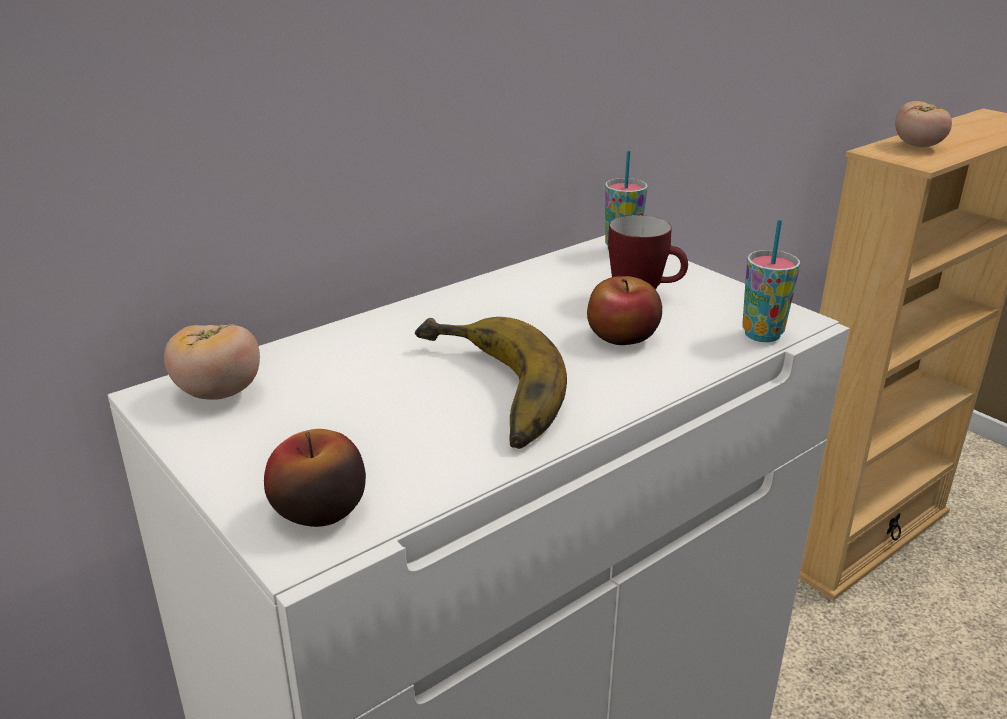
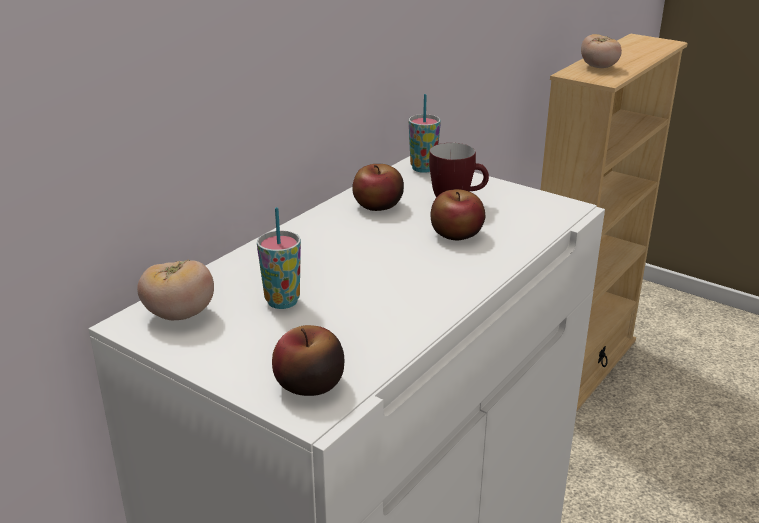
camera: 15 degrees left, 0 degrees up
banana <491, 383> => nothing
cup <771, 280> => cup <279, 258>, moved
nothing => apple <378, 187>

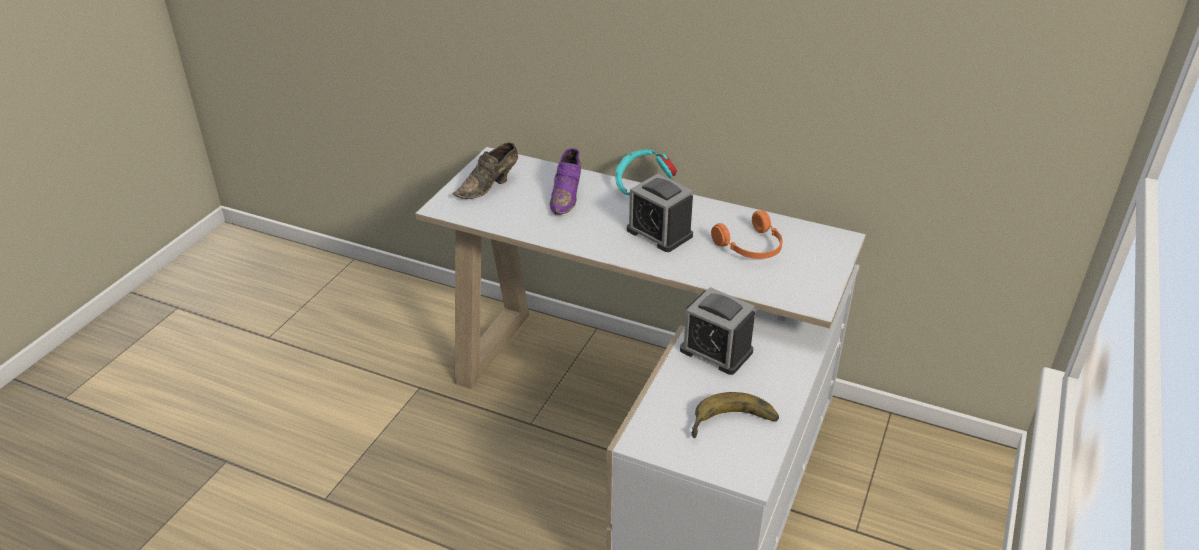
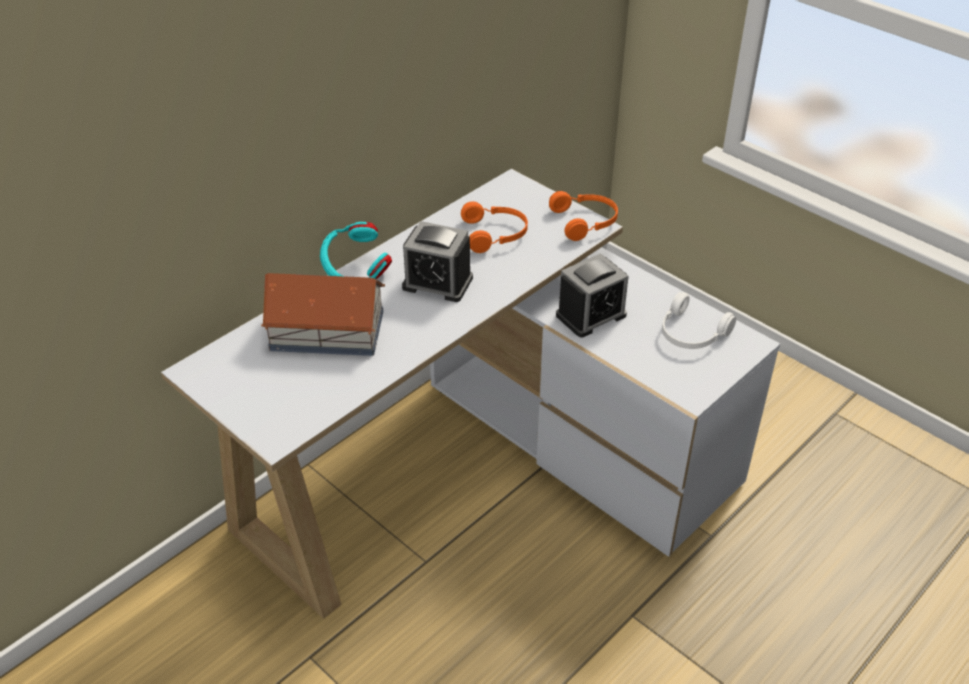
camera: 70 degrees left, 5 degrees up
brown shoe <485, 171> => nothing
purple shoe <565, 181> => toy house <323, 314>
alarm clock <660, 213> => alarm clock <437, 261>, 45 degrees clockwise
banana <735, 415> => white headphones <699, 320>
nothing => orange headphones <583, 216>

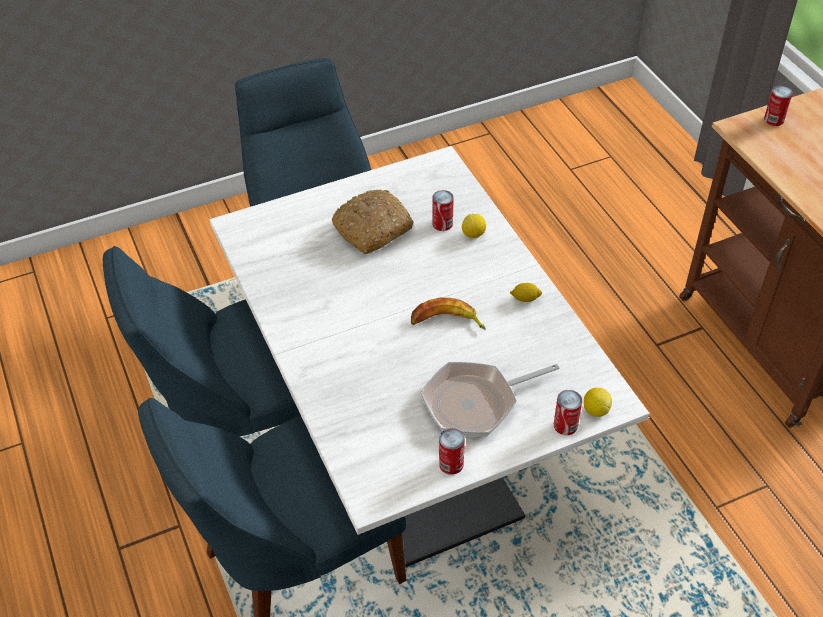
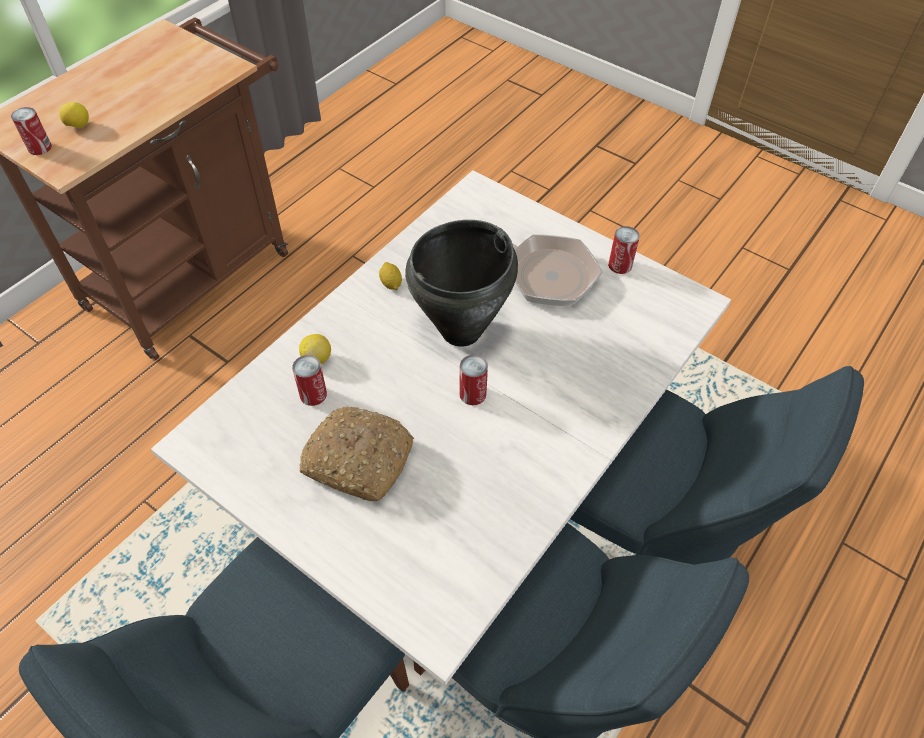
camera: 120 degrees left, 5 degrees up
banana <448, 314> => black cooking pot <461, 283>
can <568, 412> => can <473, 380>, moved
lemon <598, 402> => lemon <74, 115>, moved

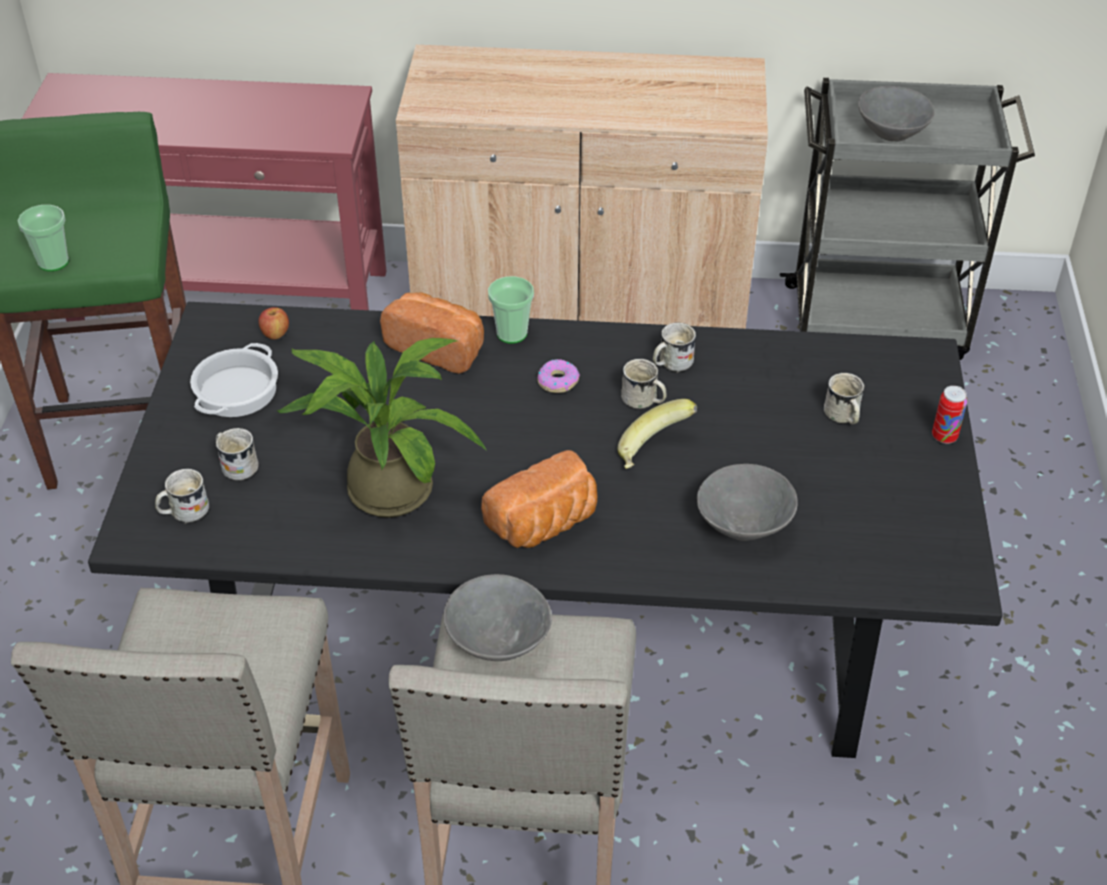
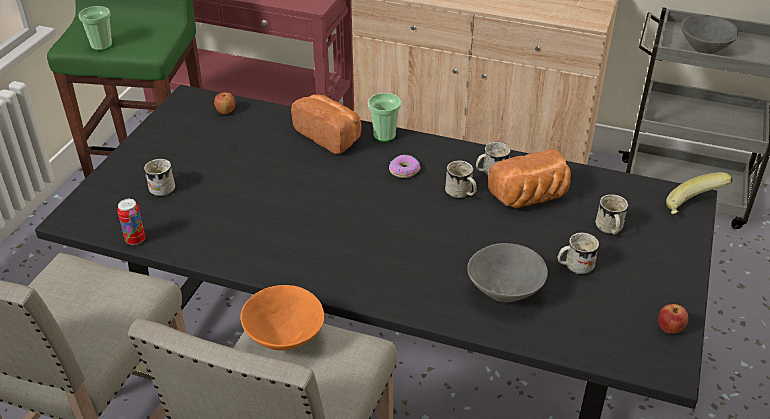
camera: 15 degrees right, 5 degrees down
white mug <182, 496> => white mug <578, 253>, moved
cooking pot <234, 380> => nothing
potted plant <382, 428> => nothing
grey bowl <497, 617> => orange bowl <282, 317>
bread <539, 499> => bread <529, 178>, moved
banana <657, 434> => banana <699, 193>, moved
can <949, 415> => can <131, 222>, moved
nothing => apple <673, 319>

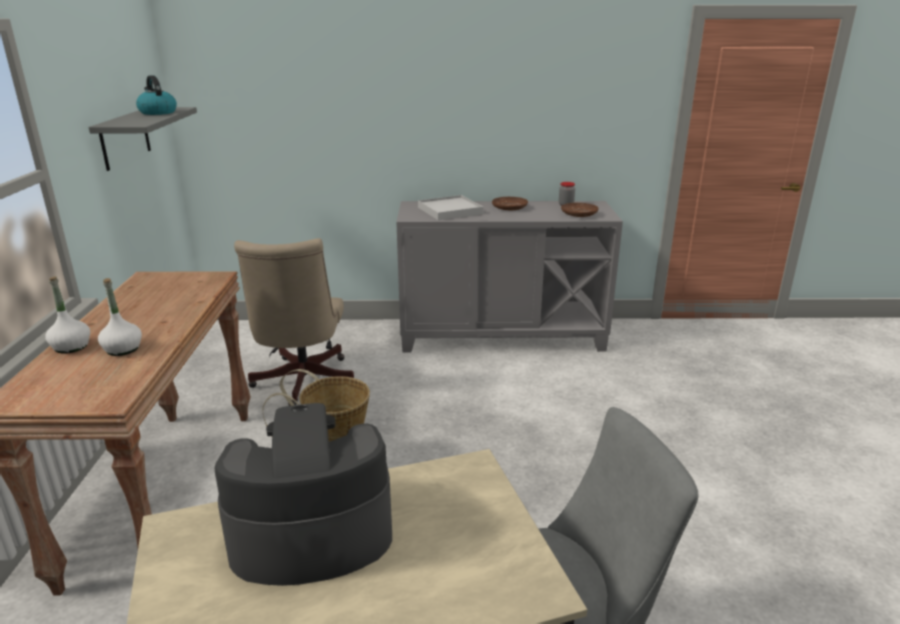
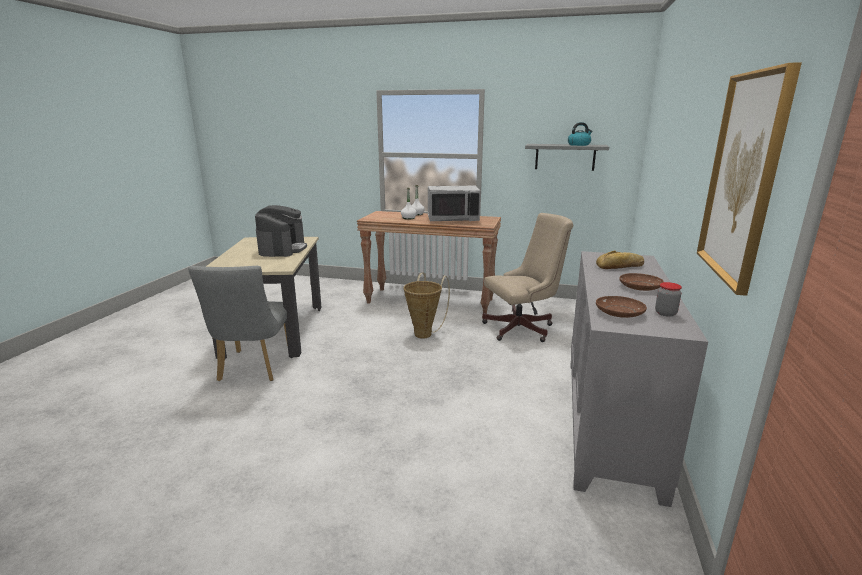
camera: 105 degrees right, 5 degrees down
beige office chair <294, 322> => beige office chair <527, 277>, 150 degrees clockwise
white tray <451, 207> => bread <620, 260>
nothing => grey microwave <454, 203>
nothing => picture <749, 179>

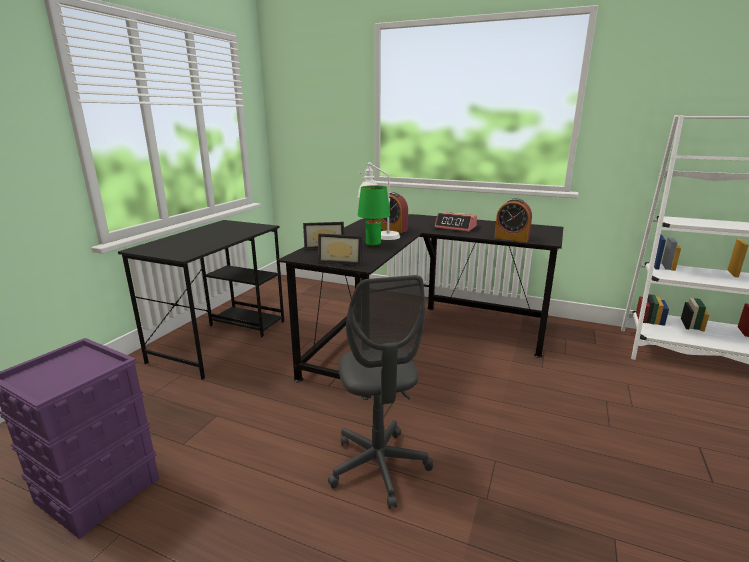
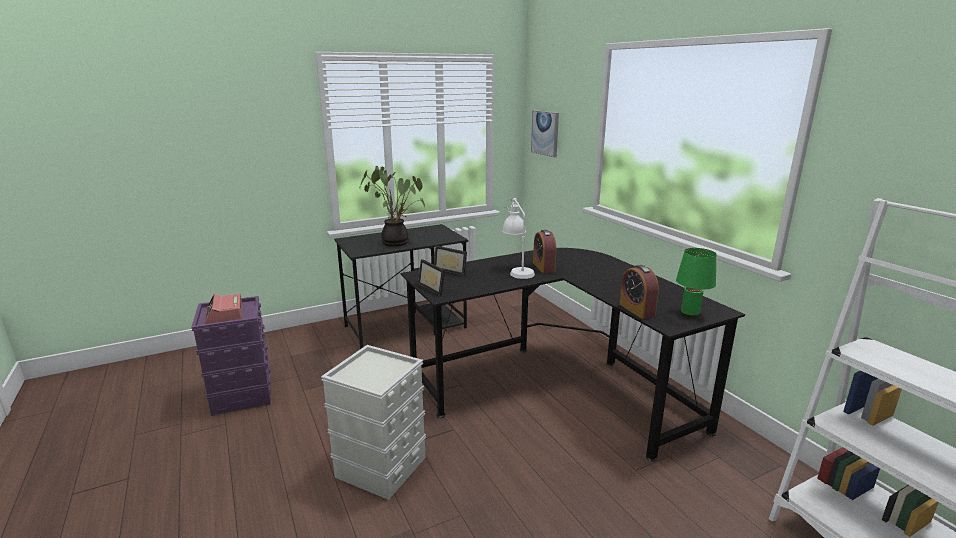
camera: 40 degrees right, 0 degrees up
grey office chair <380, 392> => grey storage box <373, 422>
green table lamp <374, 216> => green table lamp <696, 282>, moved
alarm clock <456, 222> => alarm clock <223, 308>, moved
nothing => potted plant <392, 206>
nothing => picture <545, 133>

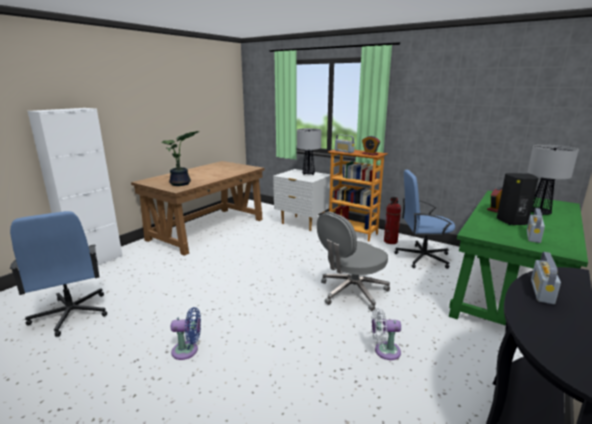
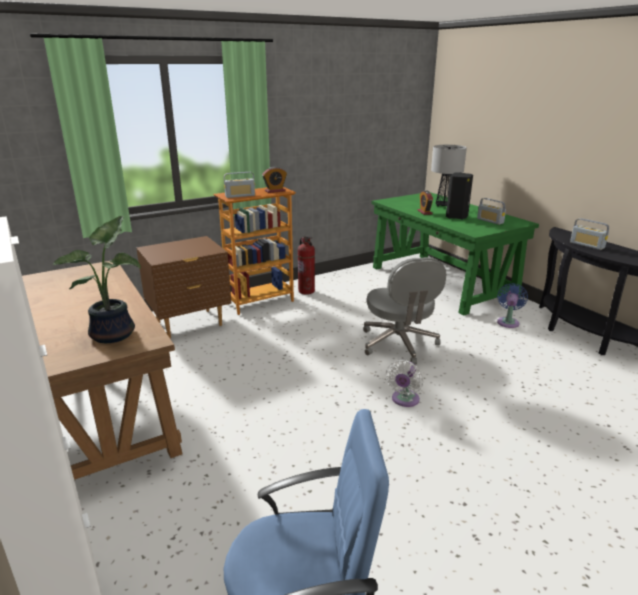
camera: 65 degrees left, 5 degrees up
blue fan <186, 333> => blue fan <512, 305>, moved
white nightstand <301, 200> => brown nightstand <183, 287>
table lamp <309, 151> => nothing
white fan <386, 334> => white fan <404, 383>, moved
blue office chair <424, 219> => nothing

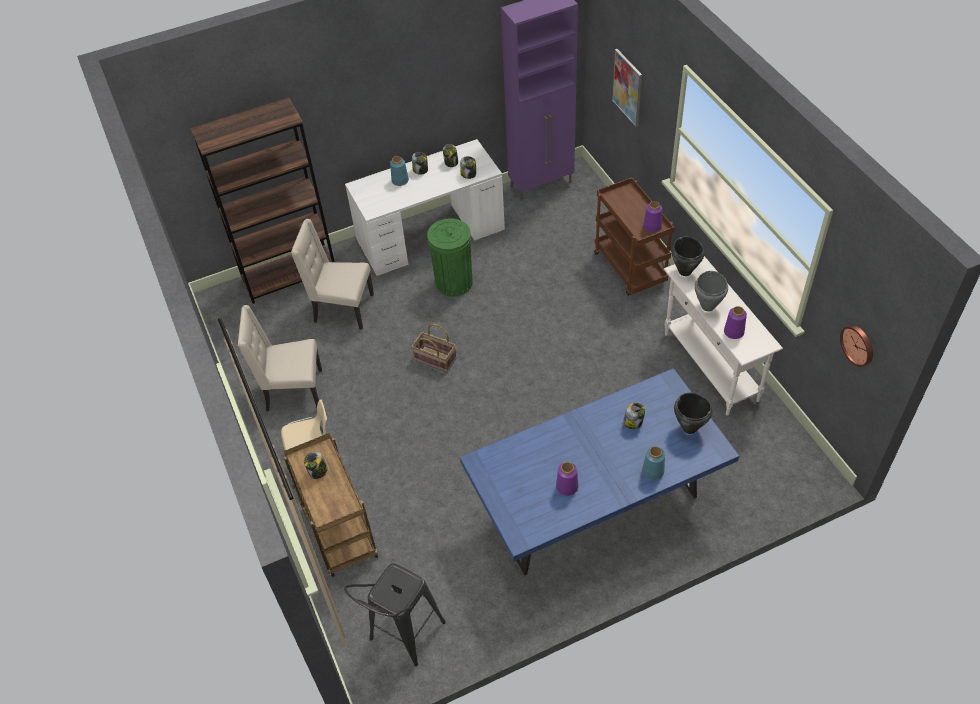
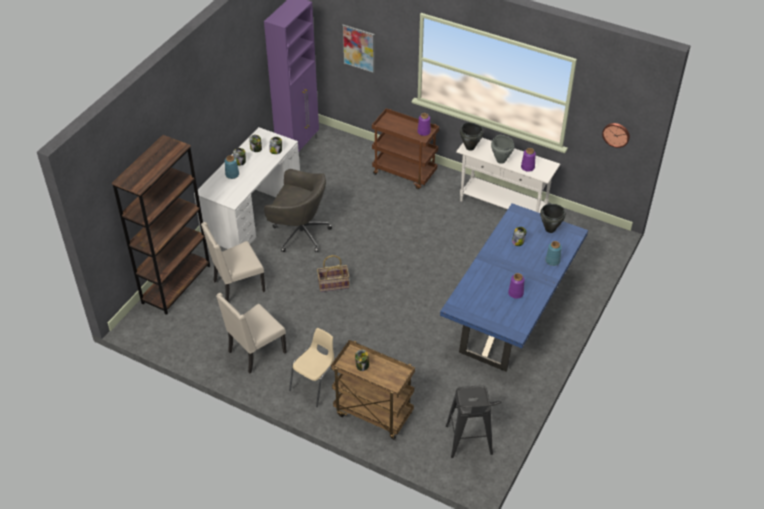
camera: 40 degrees left, 5 degrees down
green trash can <450, 257> => grey office chair <298, 210>

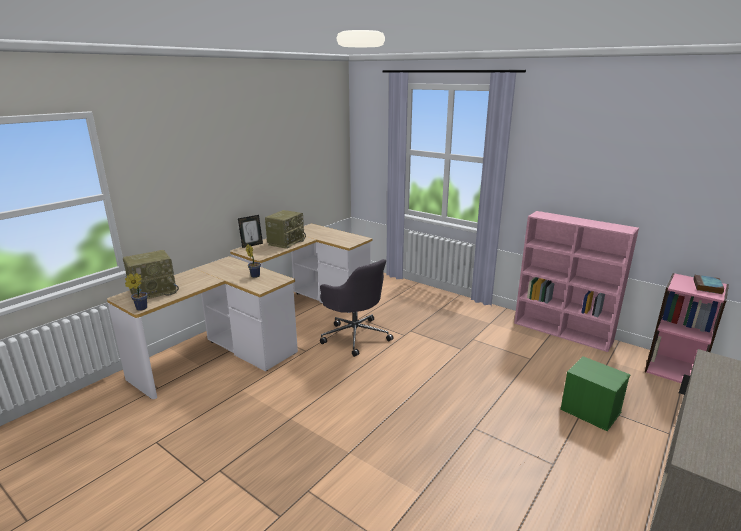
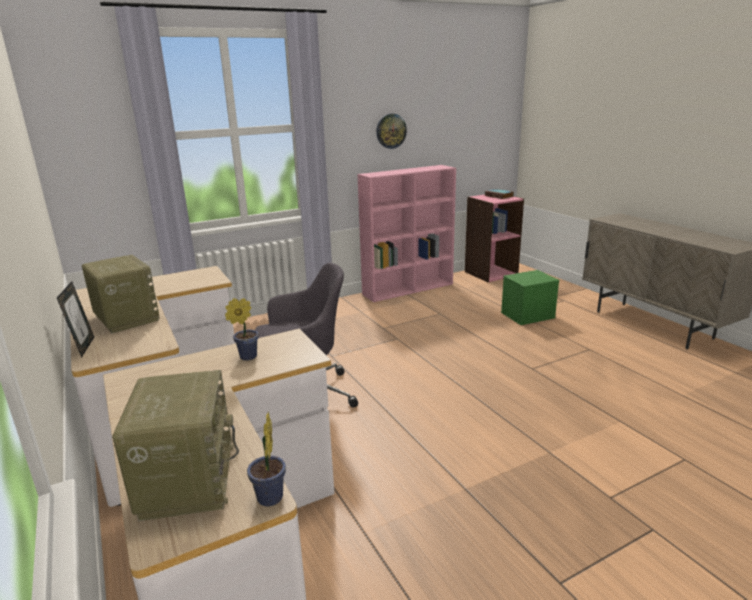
camera: 65 degrees left, 0 degrees up
nothing => wall clock <391, 131>

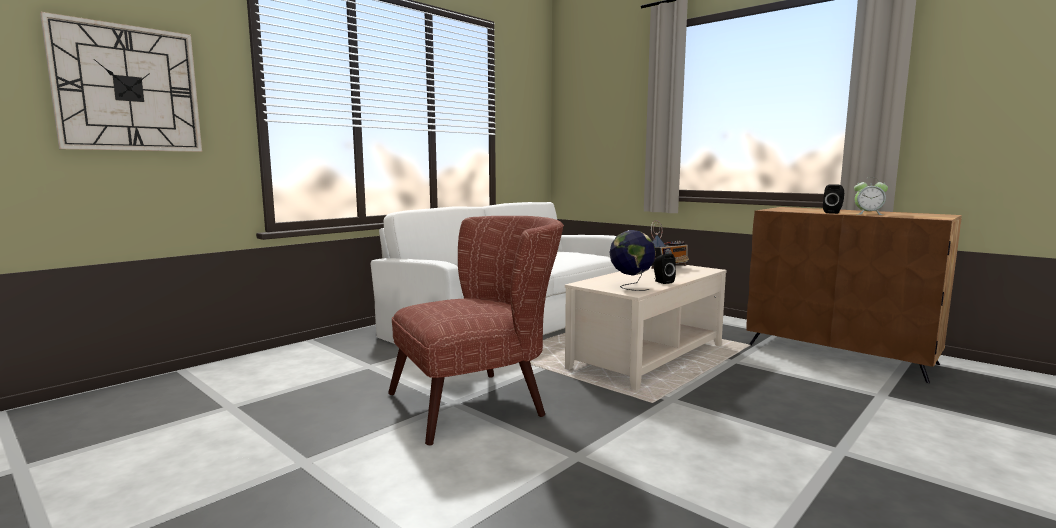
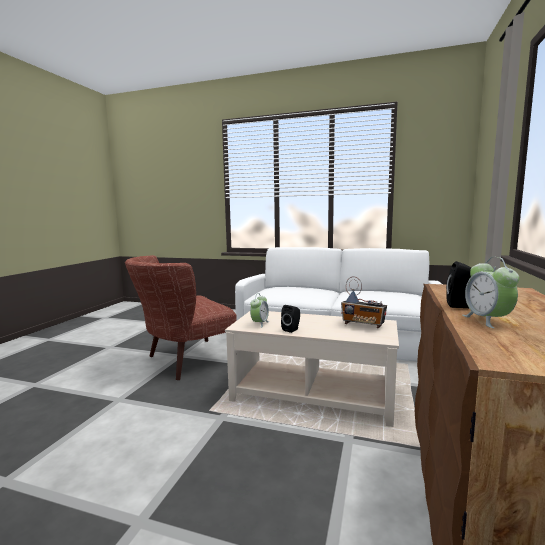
camera: 65 degrees right, 0 degrees up
wall clock <121, 82> => nothing
brown armchair <476, 331> => brown armchair <181, 317>, 105 degrees clockwise
globe <632, 260> => alarm clock <259, 310>

